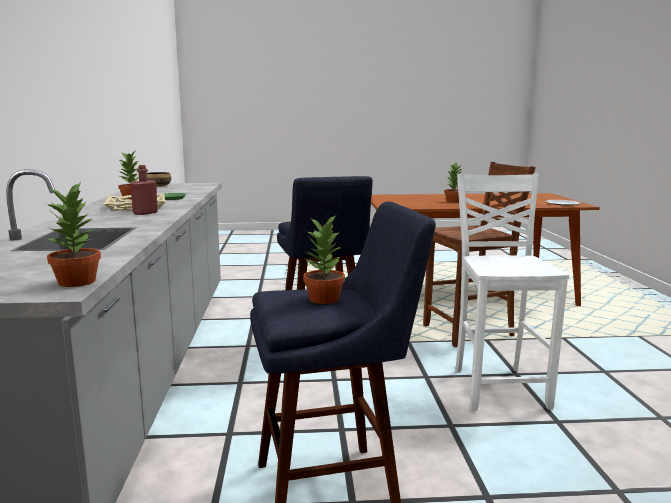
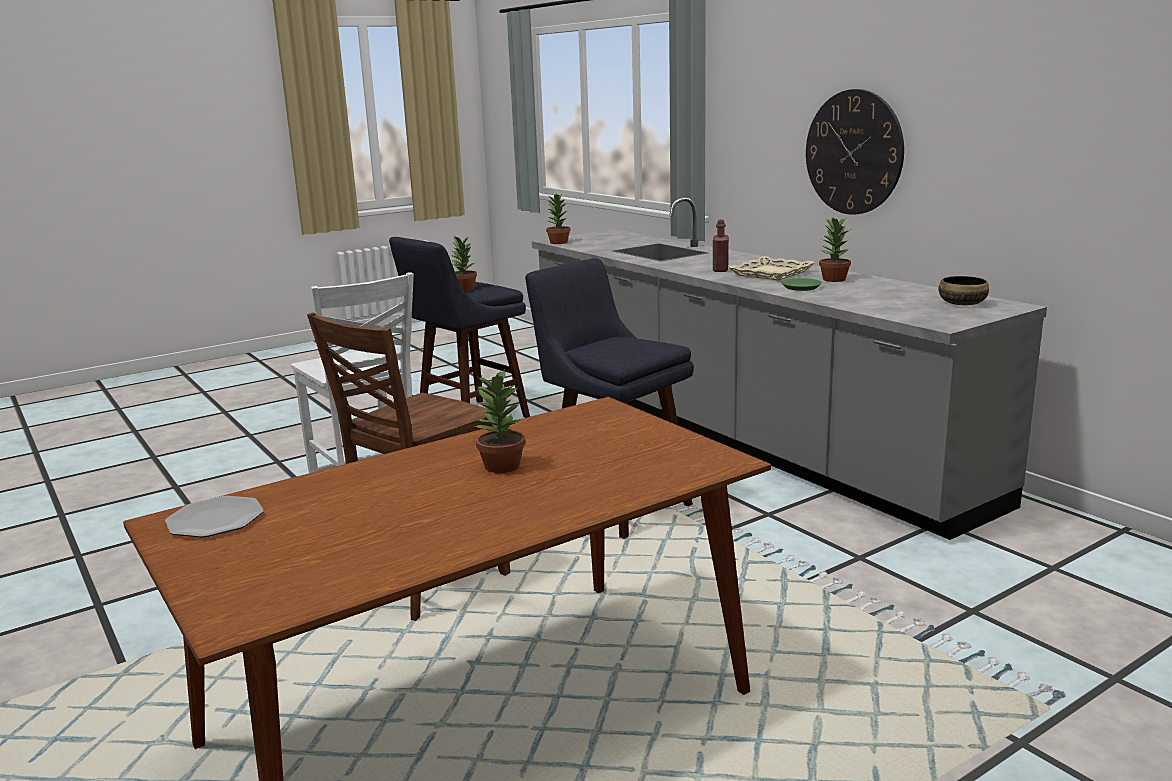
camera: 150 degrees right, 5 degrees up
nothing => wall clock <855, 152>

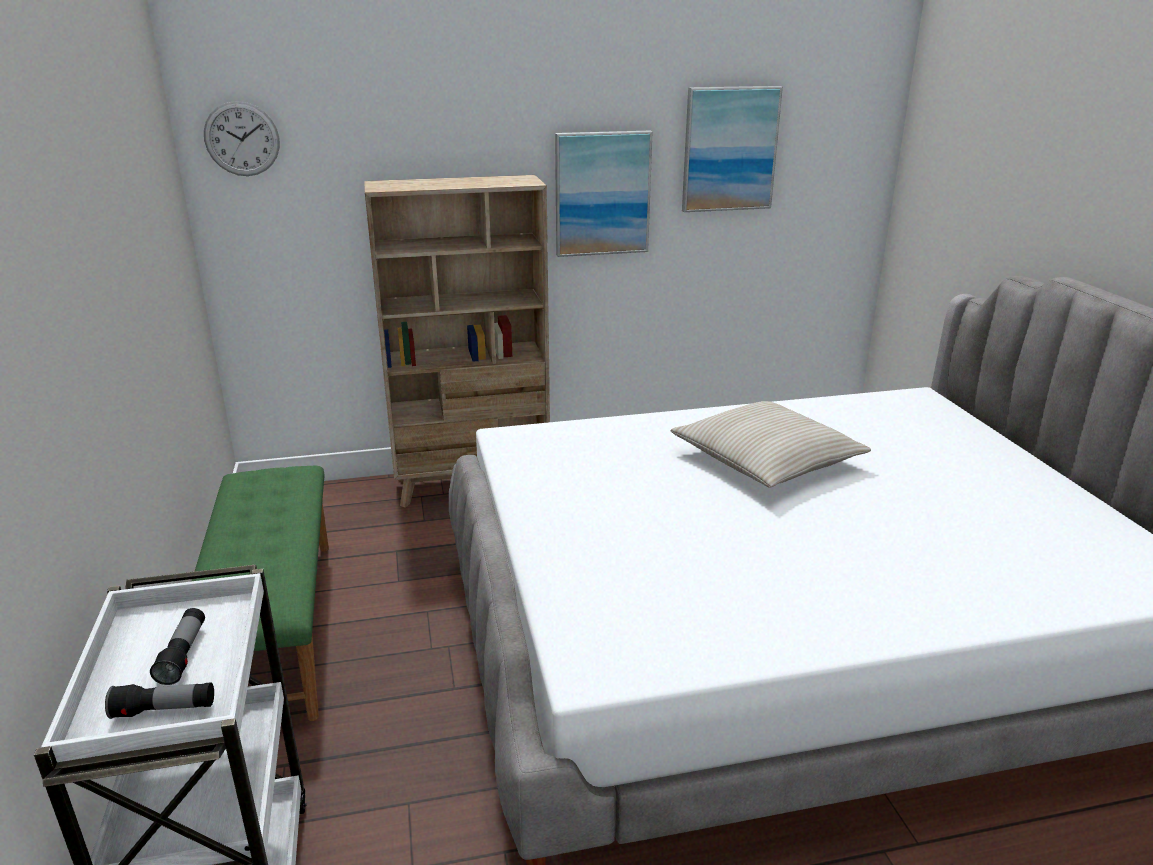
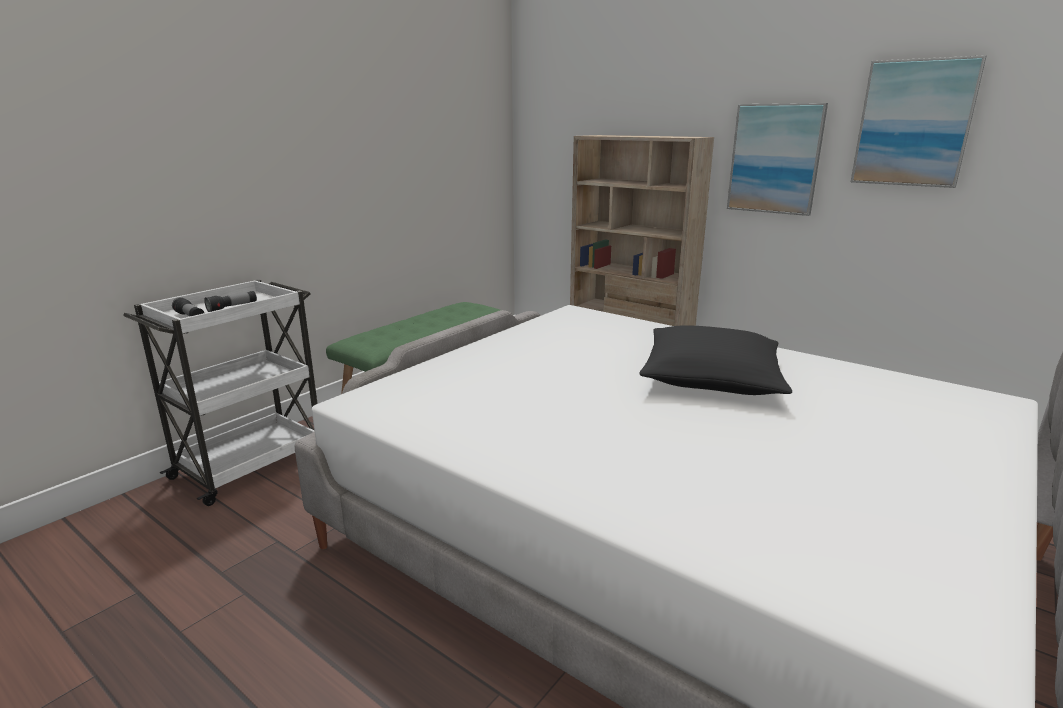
camera: 50 degrees right, 5 degrees down
wall clock <242, 138> => nothing
beige pillow <771, 444> => black pillow <716, 360>

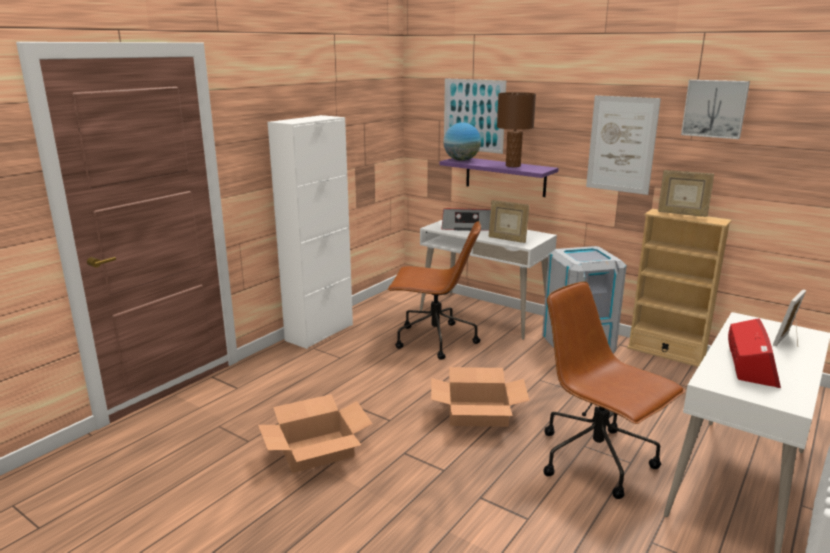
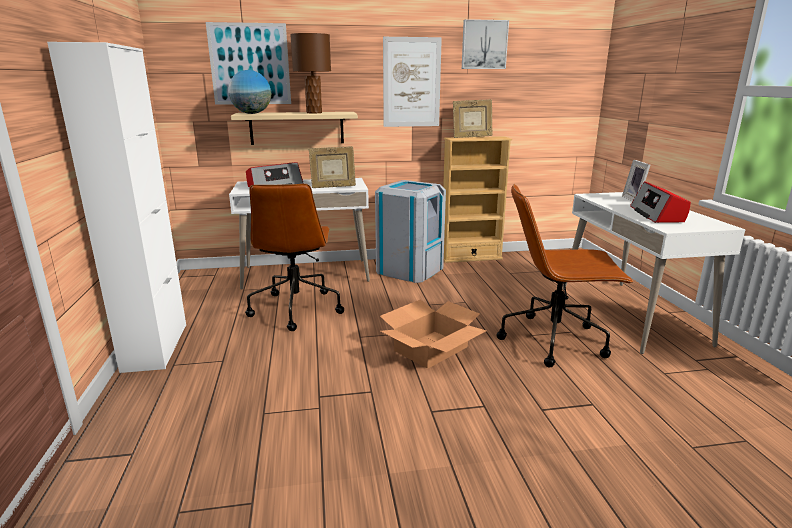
camera: 45 degrees left, 0 degrees up
cardboard box <315, 433> => nothing
brown office chair <434, 290> => brown office chair <294, 257>, 120 degrees clockwise
purple shelf <499, 177> => beige shelf <294, 128>
radio <754, 353> => radio <660, 202>, 150 degrees counterclockwise

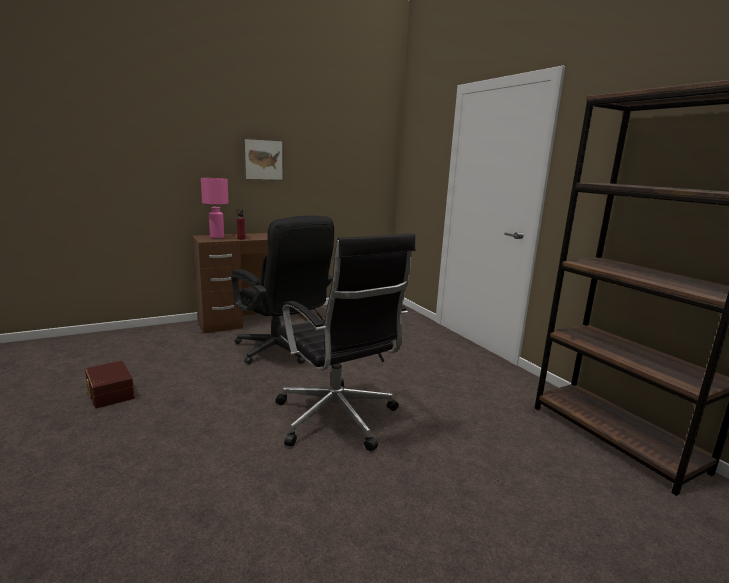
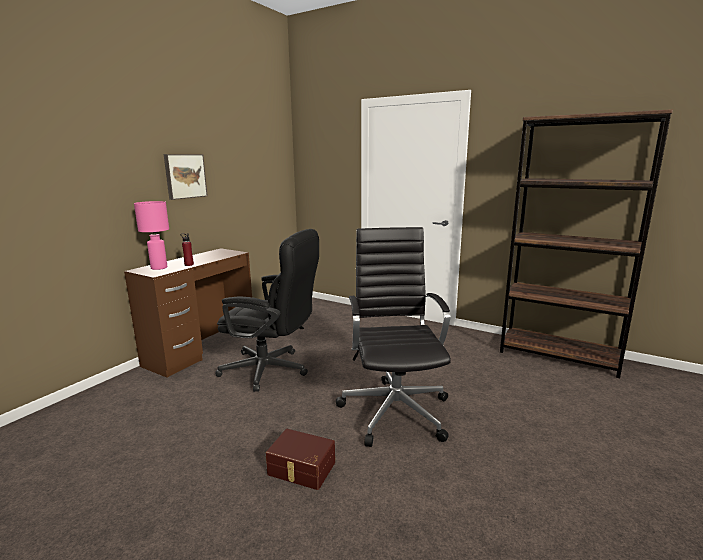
camera: 30 degrees left, 0 degrees up
brown storage box <110, 385> => brown storage box <300, 459>, moved
black office chair <345, 342> => black office chair <393, 337>, 120 degrees counterclockwise

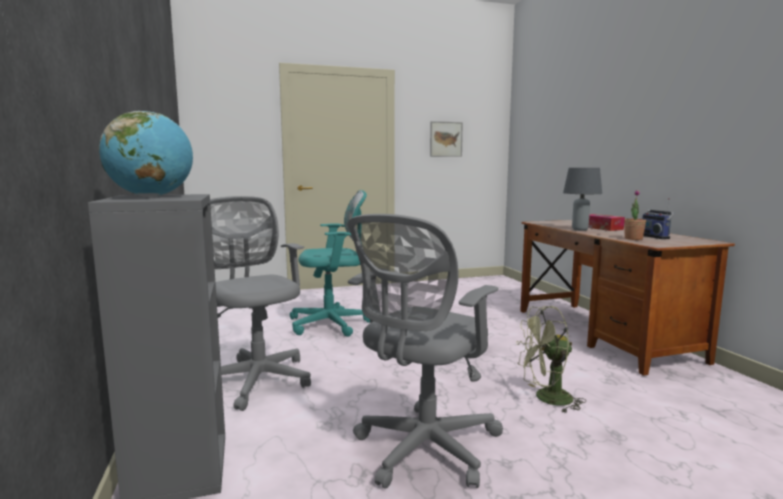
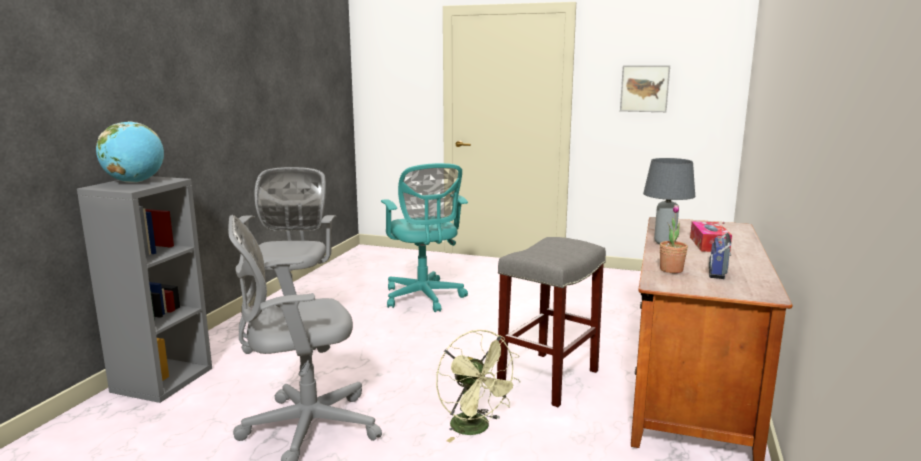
camera: 35 degrees right, 5 degrees up
turquoise office chair <330, 263> => turquoise office chair <424, 237>, 45 degrees clockwise
green fan <551, 359> => green fan <478, 386>, 150 degrees counterclockwise
nothing => grey stool <551, 322>

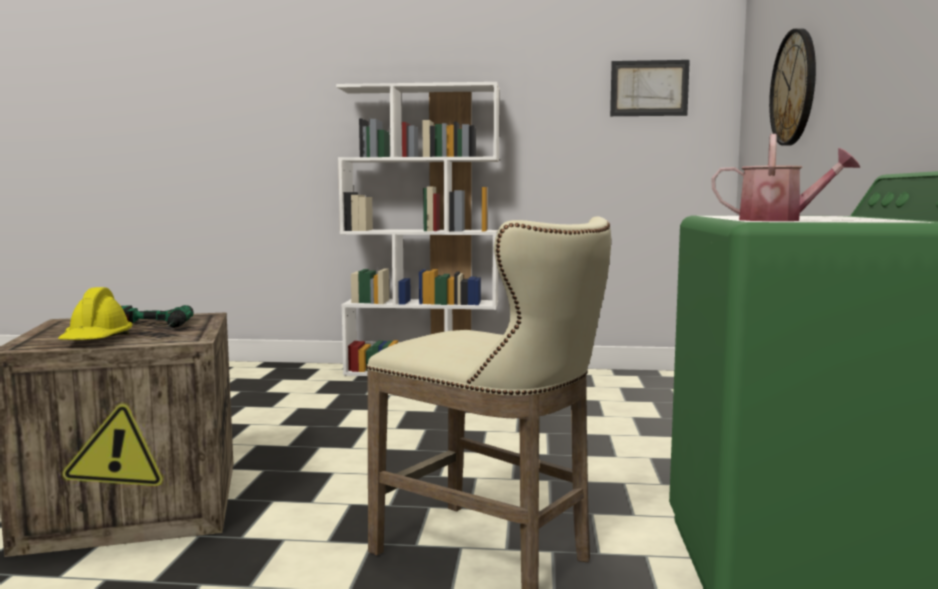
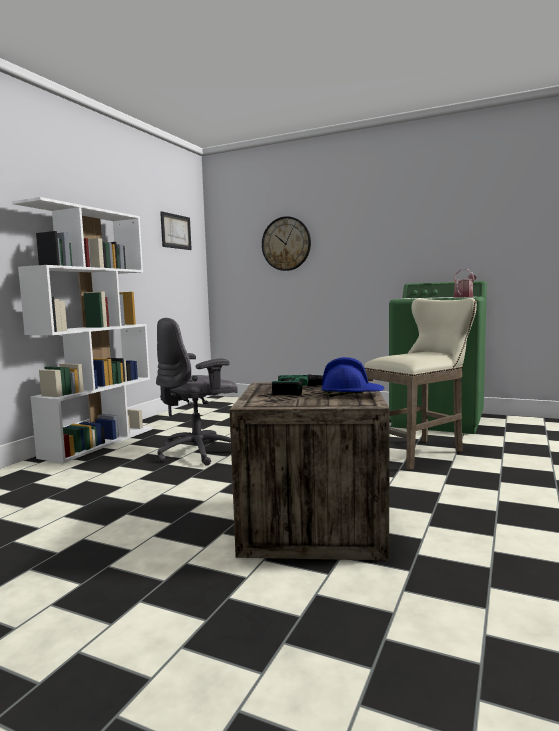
camera: 70 degrees left, 0 degrees up
yellow hard hat <95, 313> => blue hard hat <353, 377>
nothing => grey office chair <197, 392>

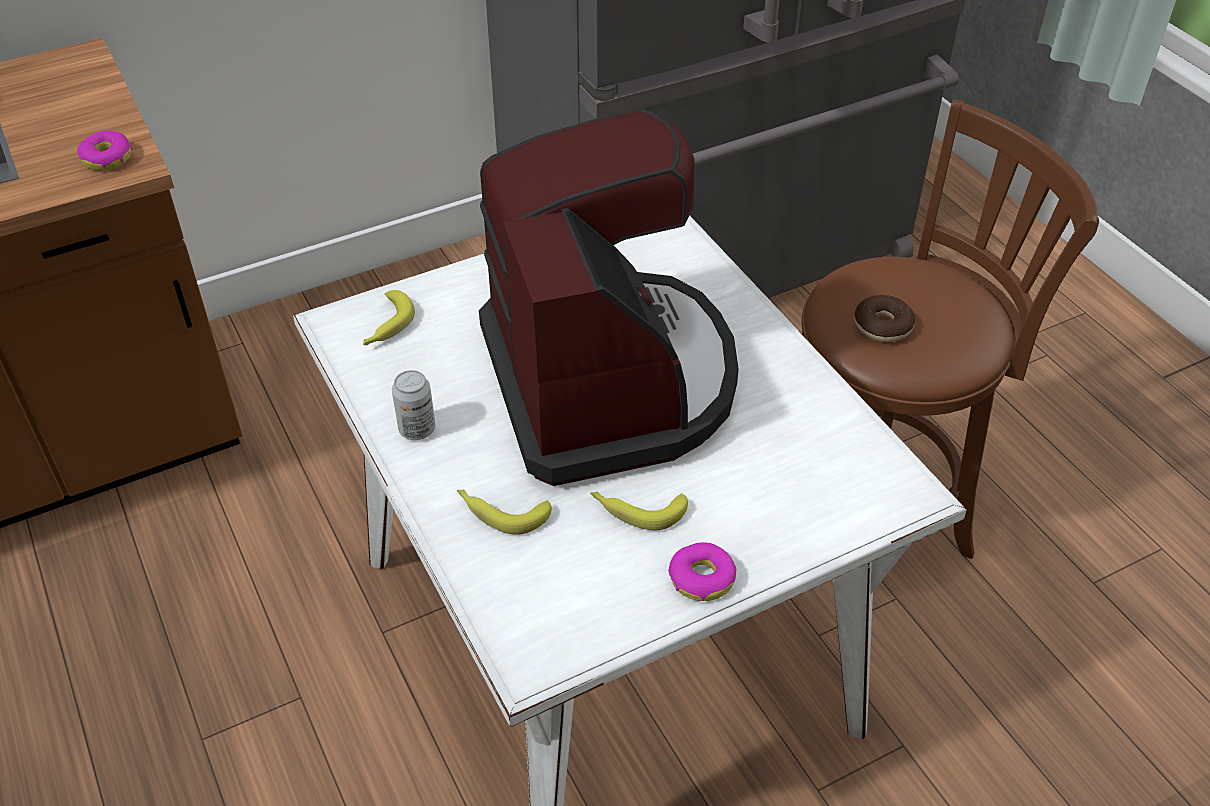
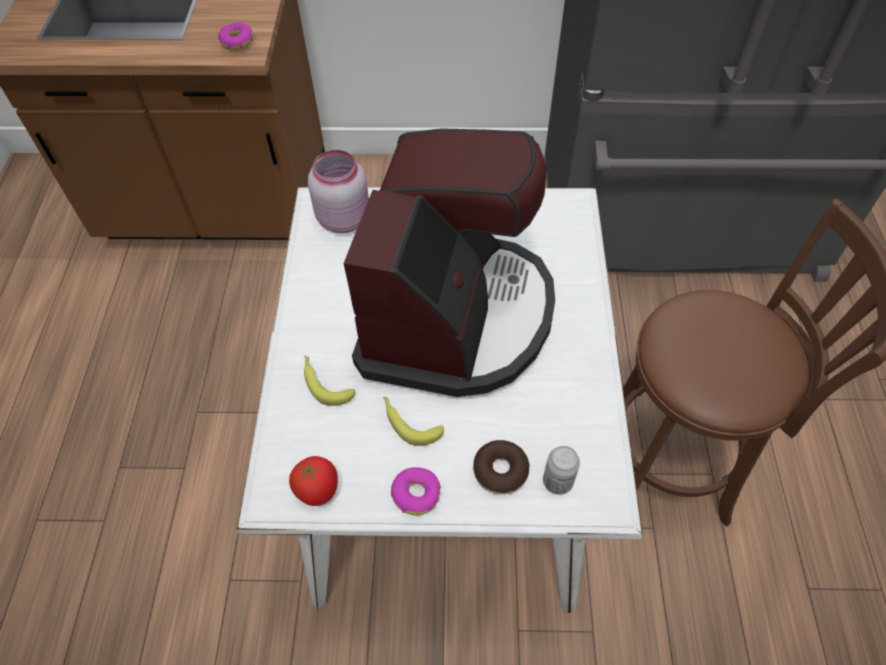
camera: 30 degrees right, 10 degrees up
banana <389, 318> => pink jar <338, 191>
can <413, 405> => can <561, 470>, moved
donut <885, 318> => donut <501, 467>, moved
nothing => tomato <313, 481>

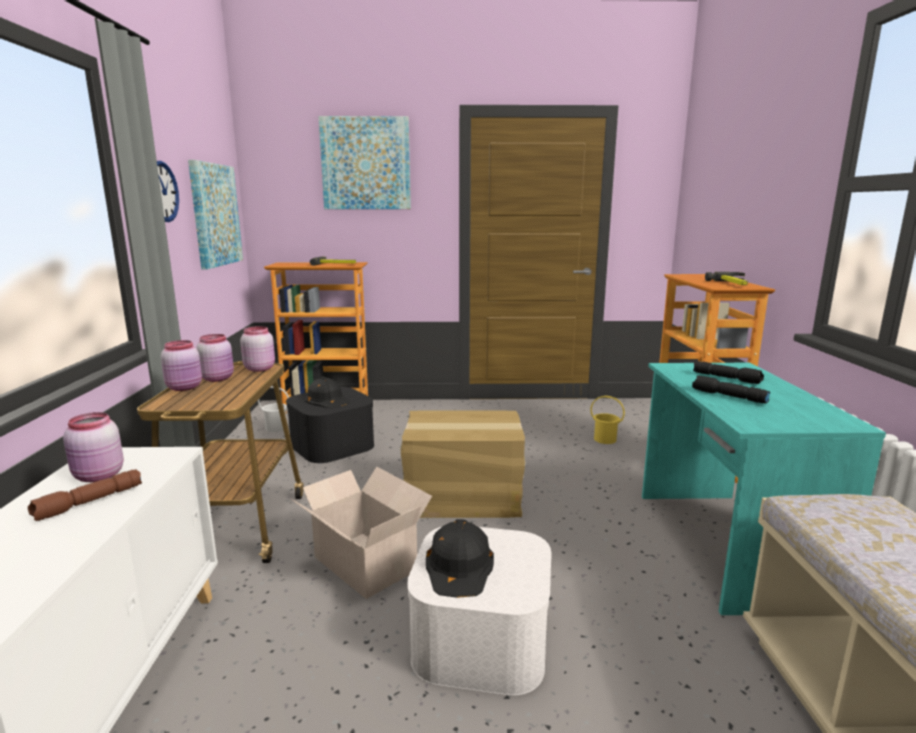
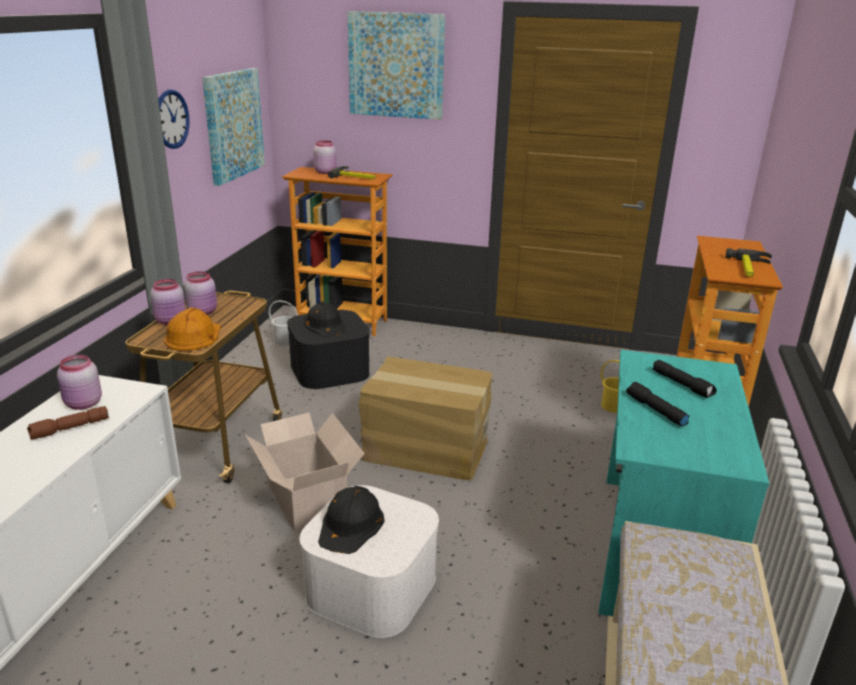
camera: 15 degrees right, 10 degrees up
pink jar <257, 349> => pink jar <324, 157>, moved
nothing => orange hard hat <192, 329>

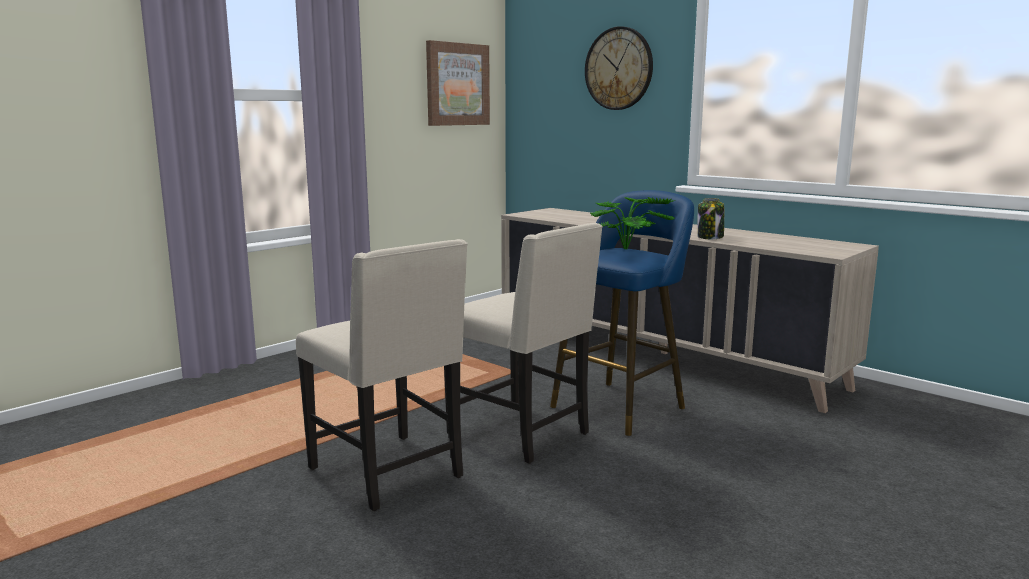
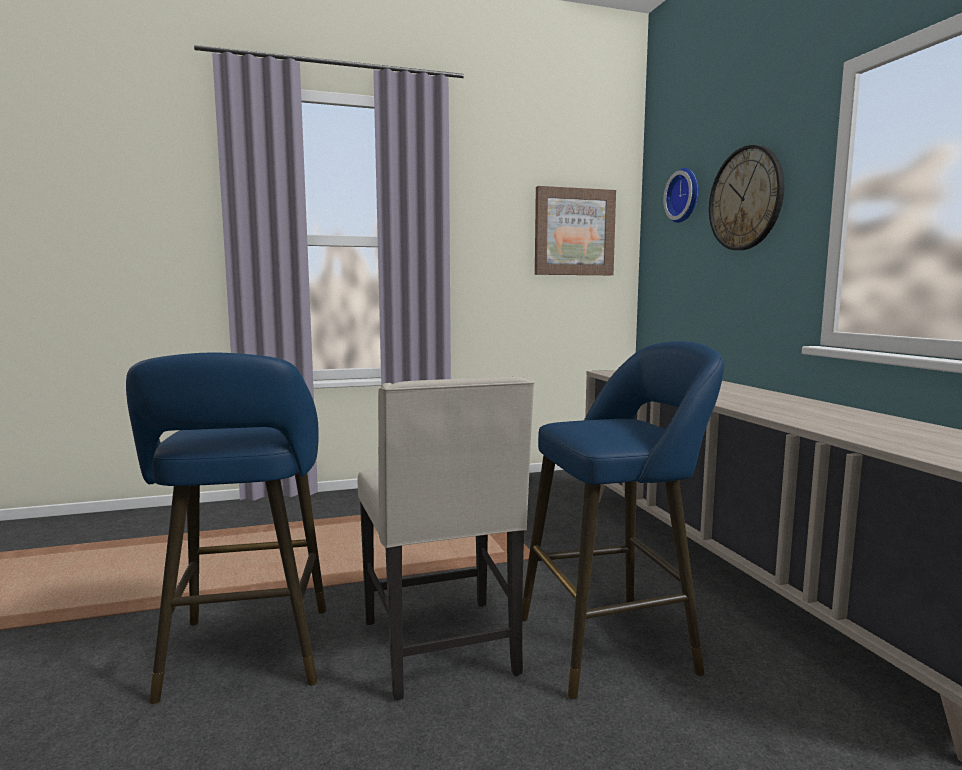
camera: 30 degrees right, 5 degrees down
beige chair <382, 375> => blue stool <226, 528>
potted plant <632, 223> => nothing
jar <710, 218> => nothing
nothing => wall clock <681, 195>

